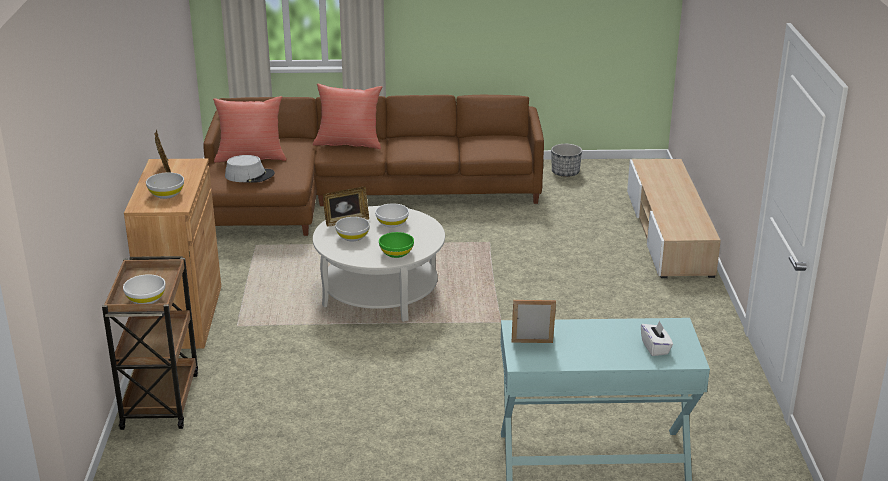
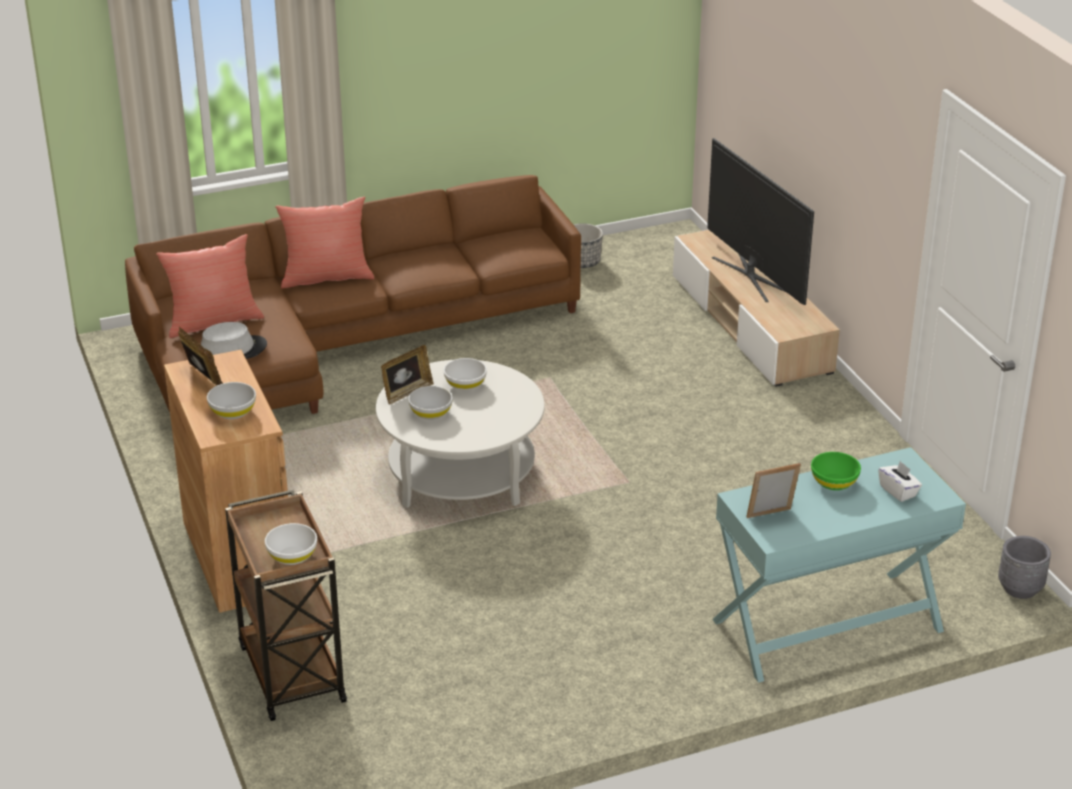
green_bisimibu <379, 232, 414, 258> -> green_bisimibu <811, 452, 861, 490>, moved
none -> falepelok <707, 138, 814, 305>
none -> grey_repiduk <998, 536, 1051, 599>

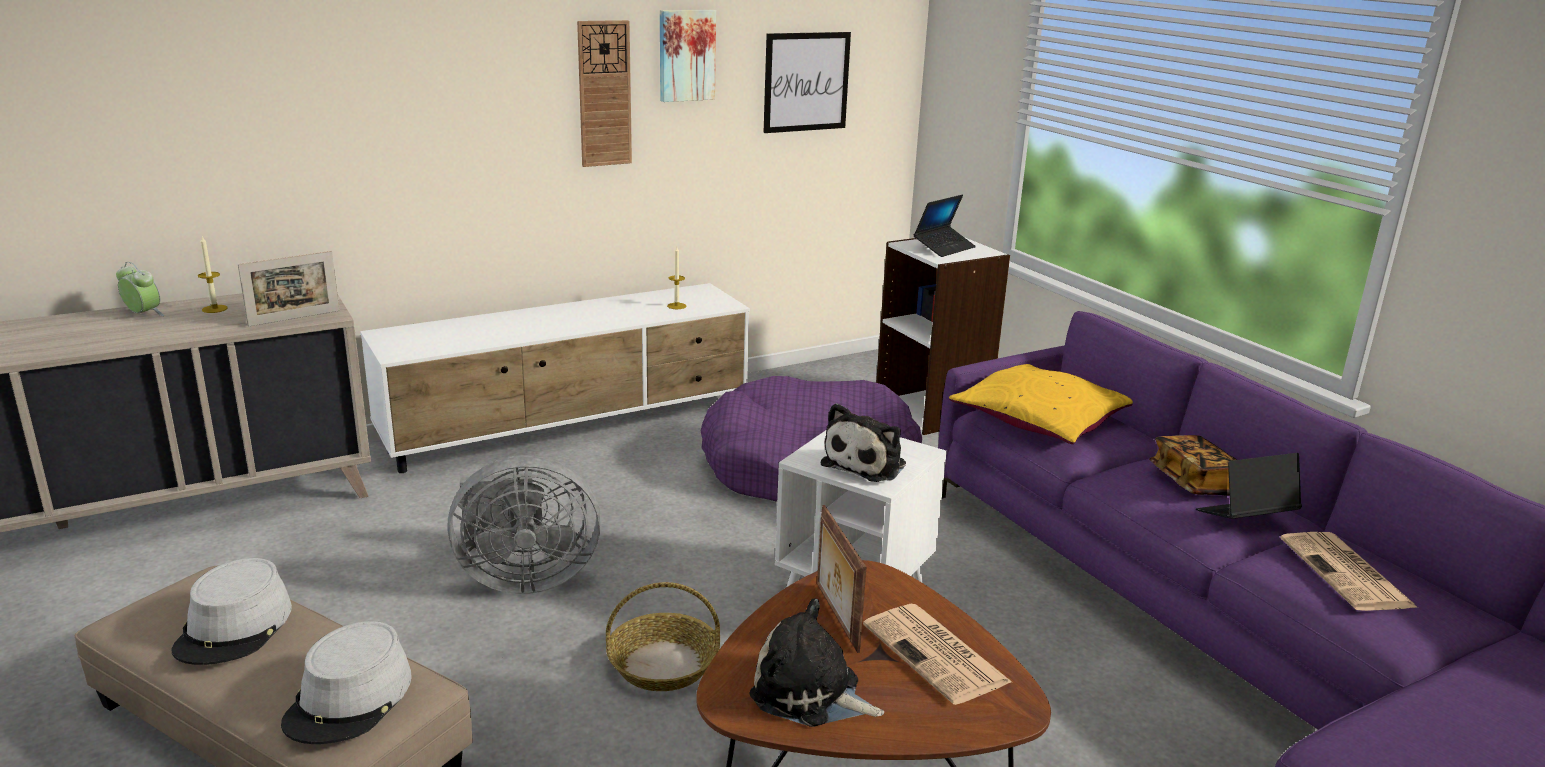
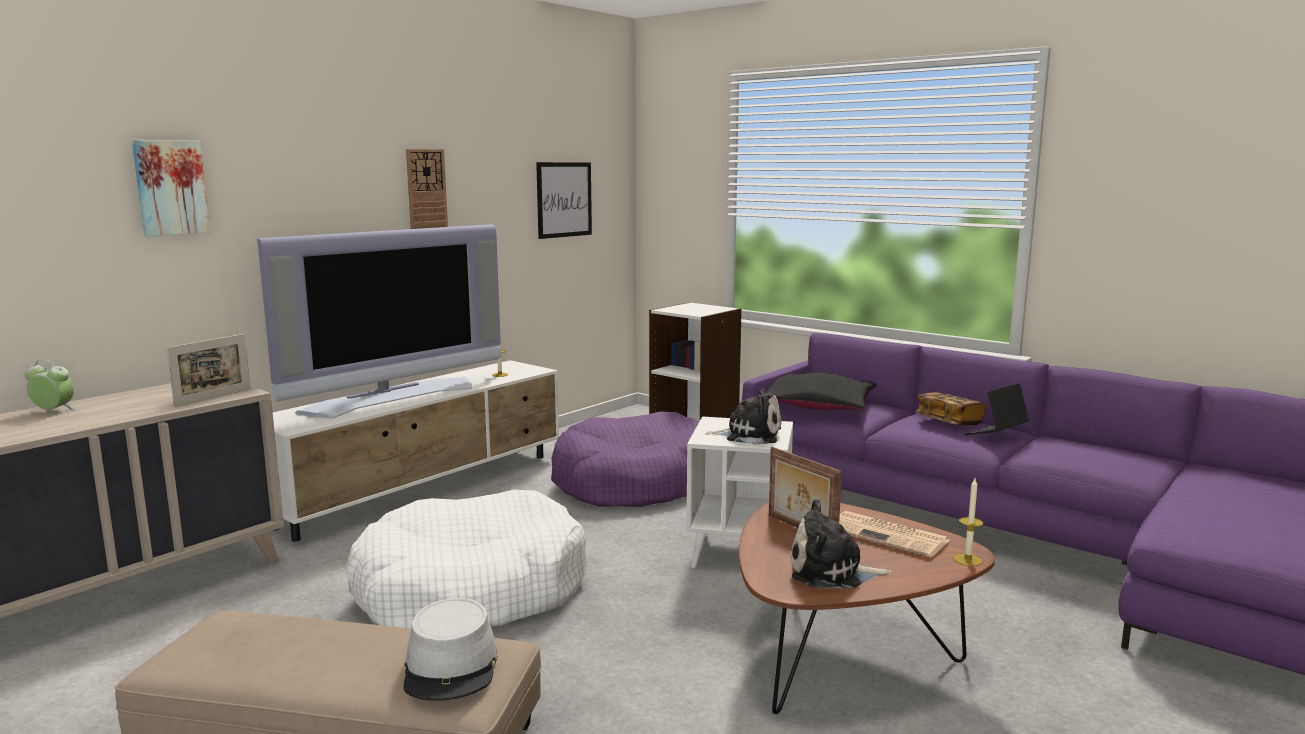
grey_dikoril <172, 558, 292, 665> -> none
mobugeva <198, 236, 228, 313> -> mobugeva <954, 478, 984, 566>, moved
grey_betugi <448, 455, 601, 594> -> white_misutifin <346, 490, 587, 628>
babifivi <606, 582, 720, 691> -> none
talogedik <660, 10, 716, 102> -> talogedik <132, 140, 210, 236>, moved
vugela <821, 403, 906, 482> -> vugela <705, 389, 781, 445>, 90 degrees counterclockwise
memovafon <913, 195, 976, 257> -> none
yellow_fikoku <949, 364, 1133, 444> -> black_fikoku <766, 373, 876, 410>
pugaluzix <1280, 532, 1418, 611> -> none
none -> falepelok <257, 224, 501, 418>

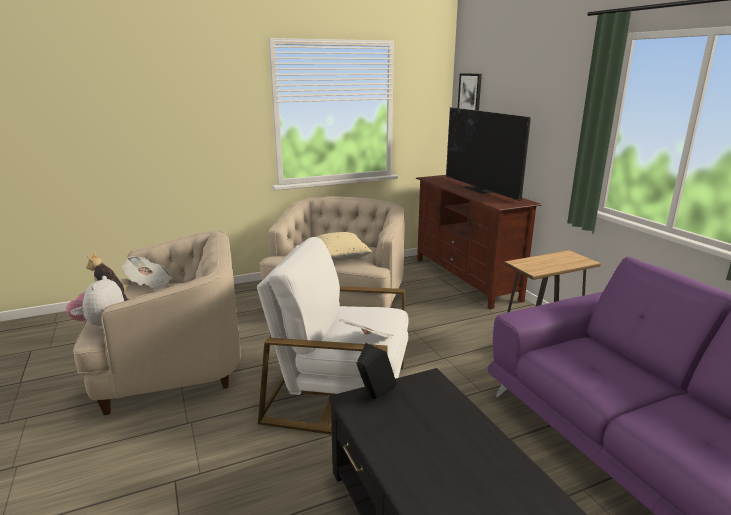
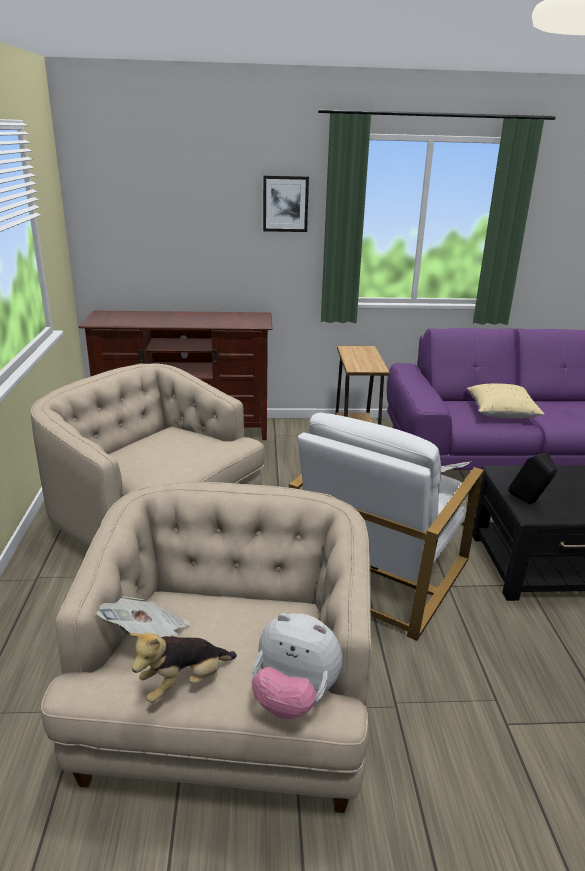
beige_fikoku <316, 232, 372, 261> -> beige_fikoku <467, 384, 544, 418>, moved
falepelok <446, 107, 531, 201> -> none
talogedik <458, 73, 482, 111> -> talogedik <263, 175, 309, 232>, moved

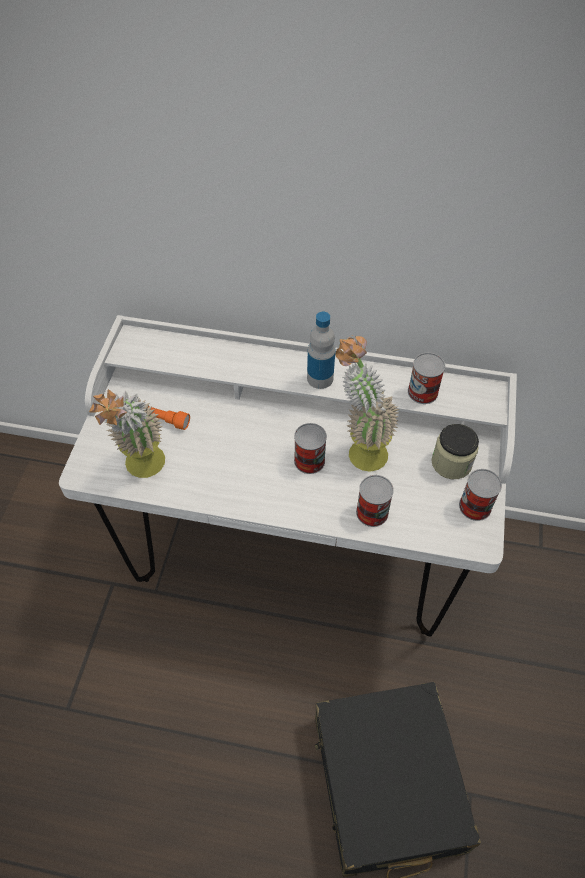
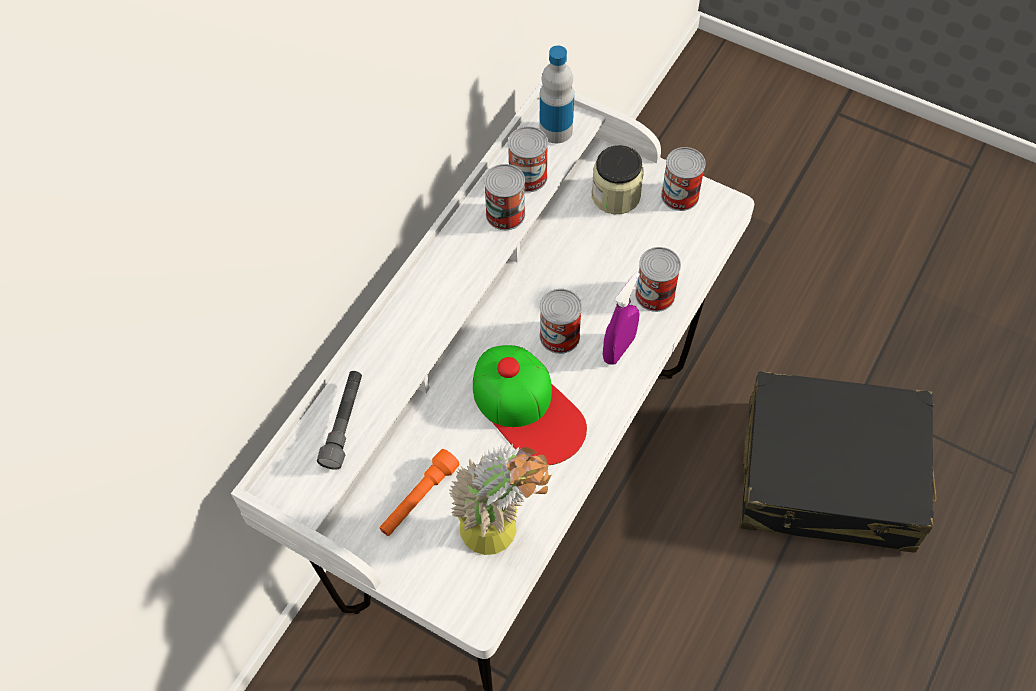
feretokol <307, 312, 335, 389> -> feretokol <540, 45, 574, 144>, moved
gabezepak <336, 335, 400, 472> -> none
none -> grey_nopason <317, 371, 362, 470>
none -> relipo <473, 345, 587, 465>
none -> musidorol <484, 164, 525, 230>
none -> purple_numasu <603, 272, 640, 365>

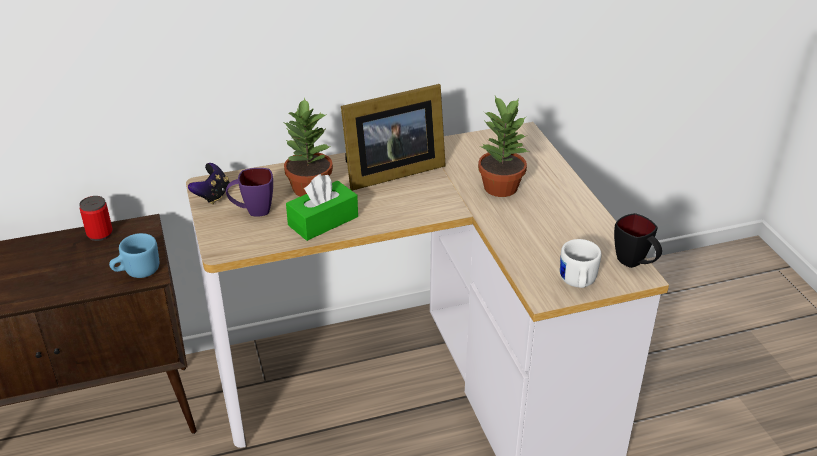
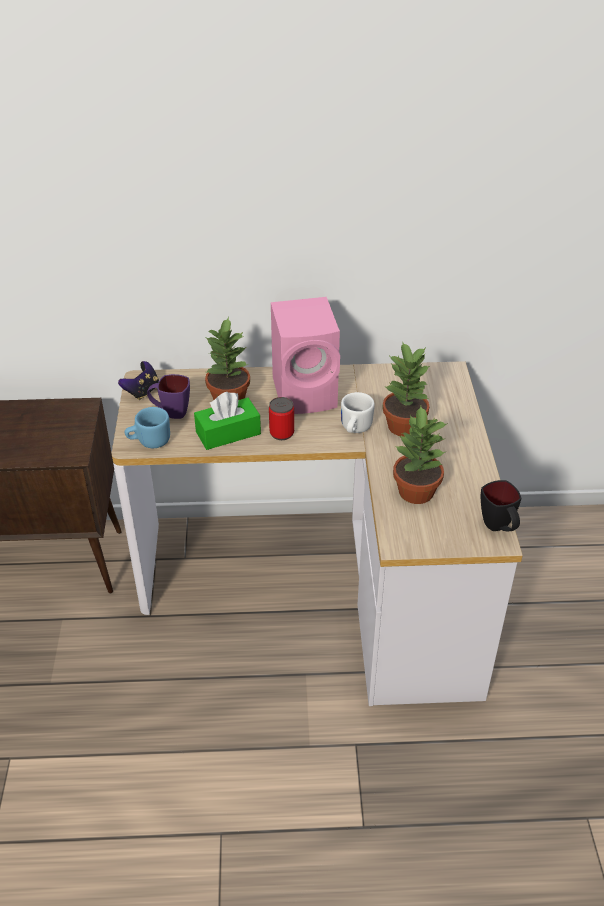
musidorol <79, 196, 113, 241> -> musidorol <269, 397, 294, 440>, moved
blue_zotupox <109, 233, 159, 278> -> blue_zotupox <125, 407, 170, 448>, moved
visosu <341, 84, 446, 191> -> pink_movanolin <271, 297, 340, 414>
white_zotupox <560, 239, 602, 288> -> white_zotupox <341, 392, 375, 433>, moved
none -> gabezepak <393, 406, 448, 504>

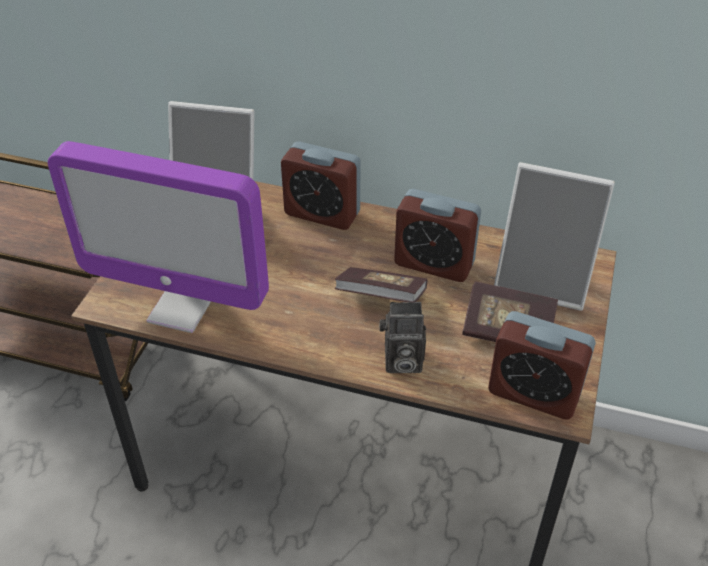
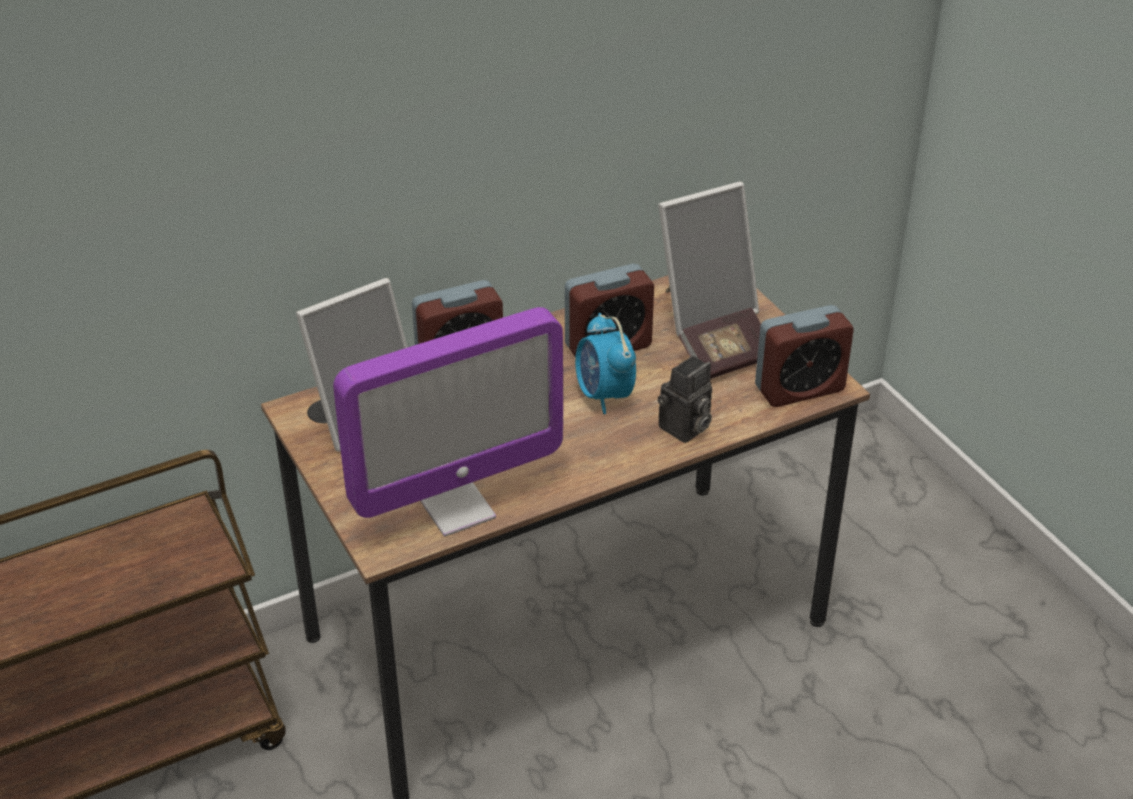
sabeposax <335, 267, 427, 303> -> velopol <575, 313, 636, 414>

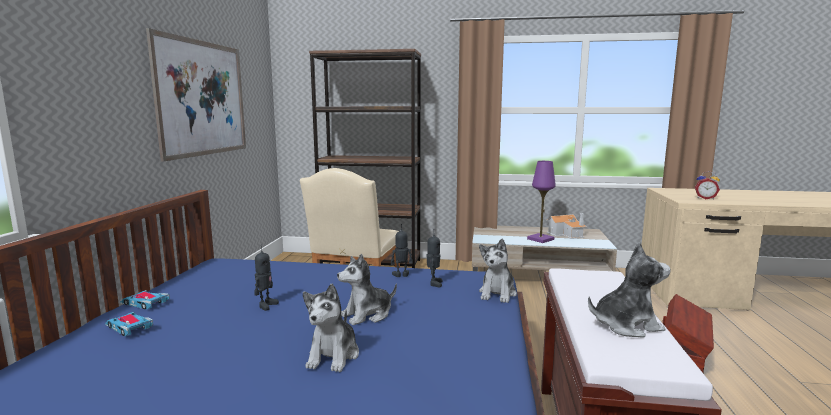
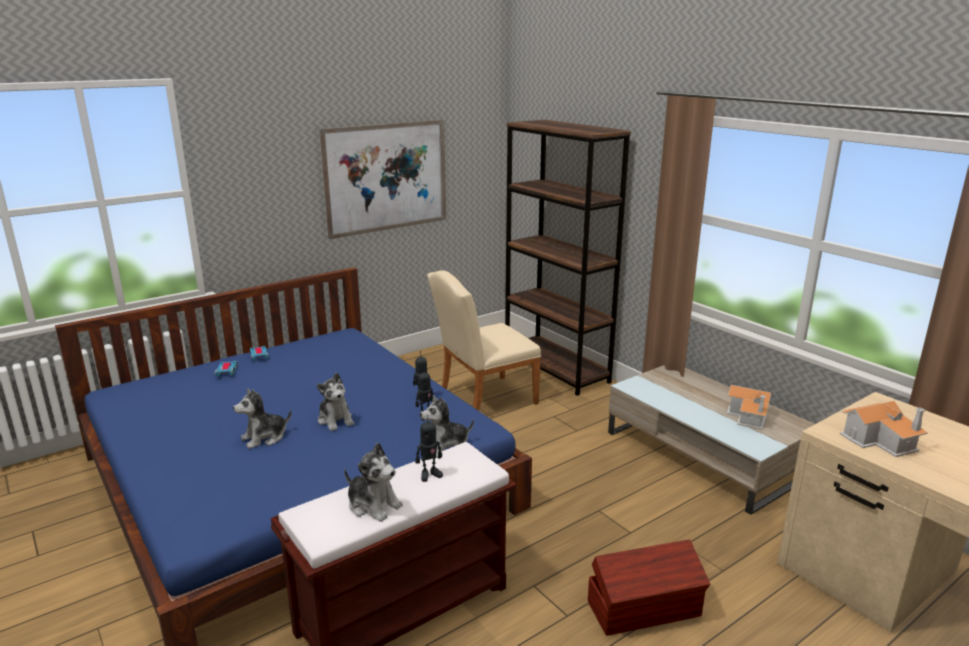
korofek <254, 245, 279, 311> -> korofek <415, 414, 443, 482>, moved
vugela <337, 254, 397, 325> -> vugela <317, 372, 354, 431>, 135 degrees counterclockwise
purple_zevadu <527, 161, 556, 243> -> none
velopol <695, 171, 720, 199> -> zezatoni <840, 401, 928, 457>

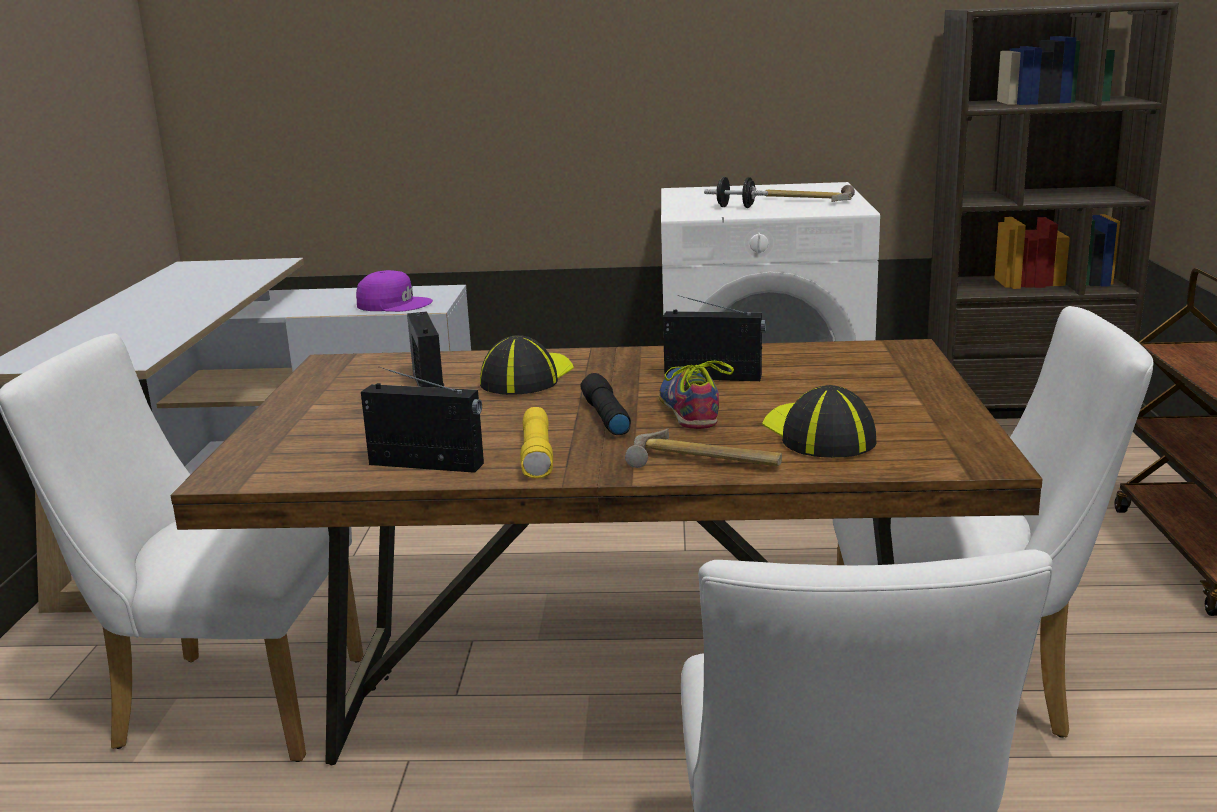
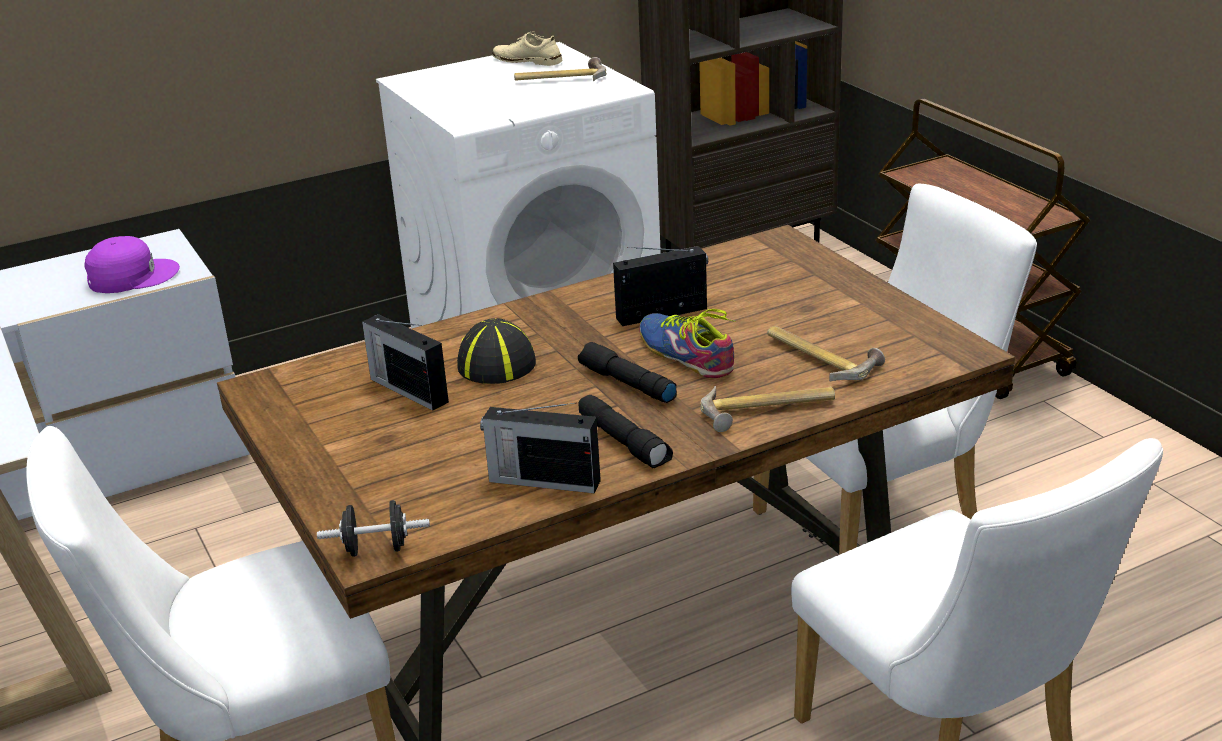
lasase <361, 367, 484, 473> -> lasase <480, 402, 601, 493>, 150 degrees counterclockwise
yellow_nopason <521, 407, 553, 478> -> black_nopason <579, 395, 673, 468>
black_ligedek <704, 177, 768, 208> -> black_ligedek <317, 500, 430, 557>, moved
relipo <762, 385, 876, 458> -> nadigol <767, 326, 885, 381>
none -> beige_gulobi <492, 31, 563, 66>

